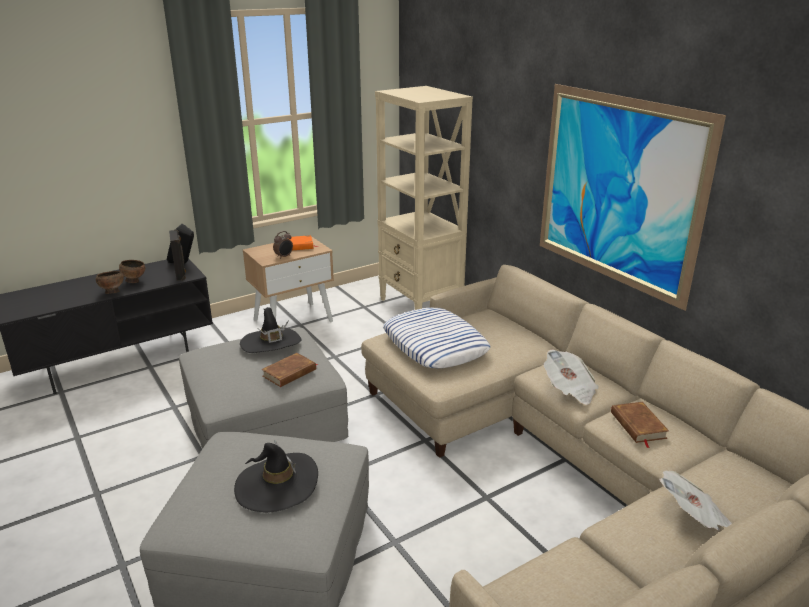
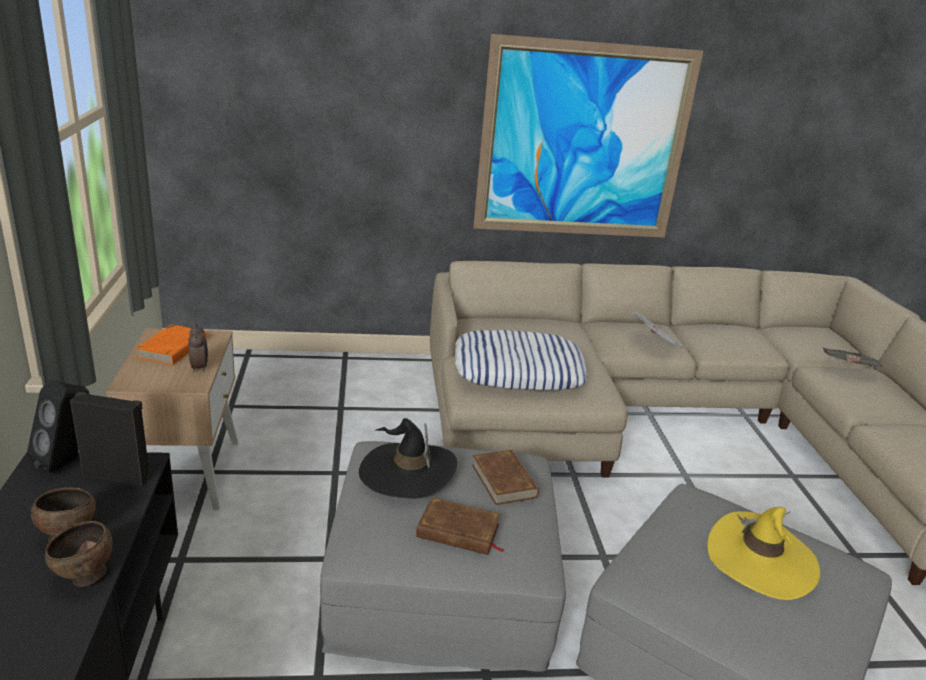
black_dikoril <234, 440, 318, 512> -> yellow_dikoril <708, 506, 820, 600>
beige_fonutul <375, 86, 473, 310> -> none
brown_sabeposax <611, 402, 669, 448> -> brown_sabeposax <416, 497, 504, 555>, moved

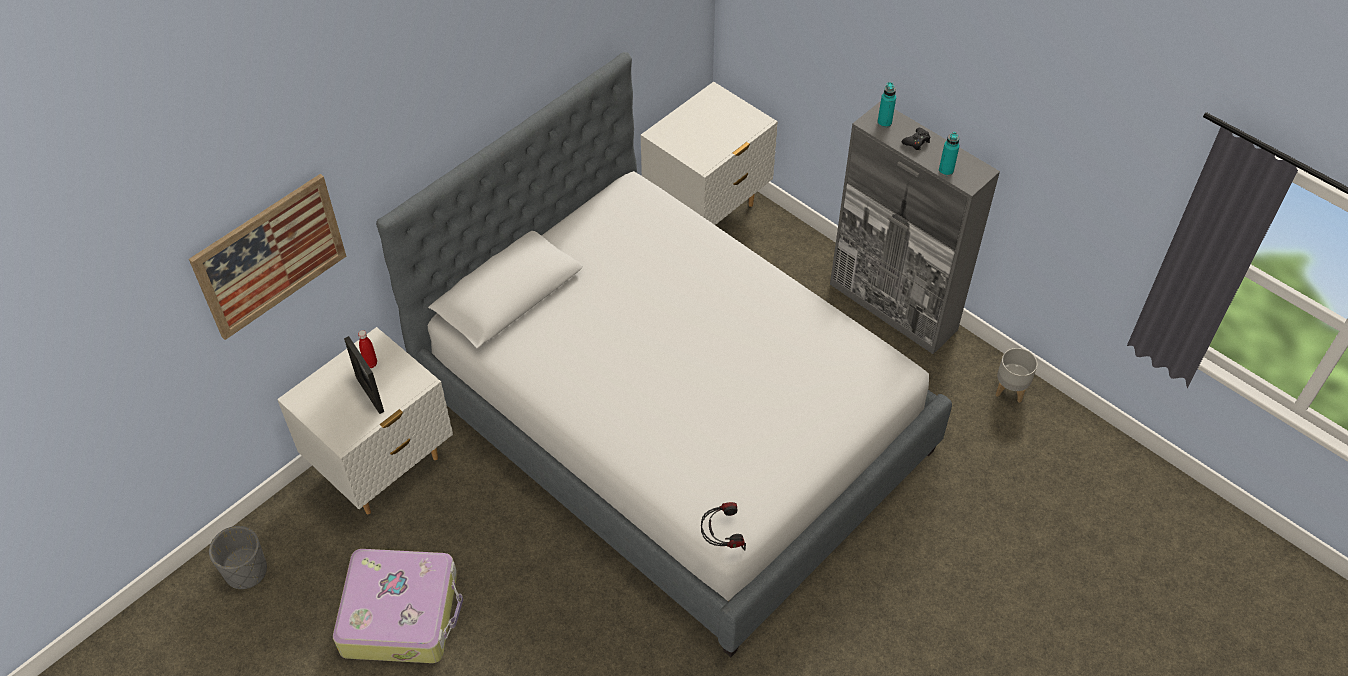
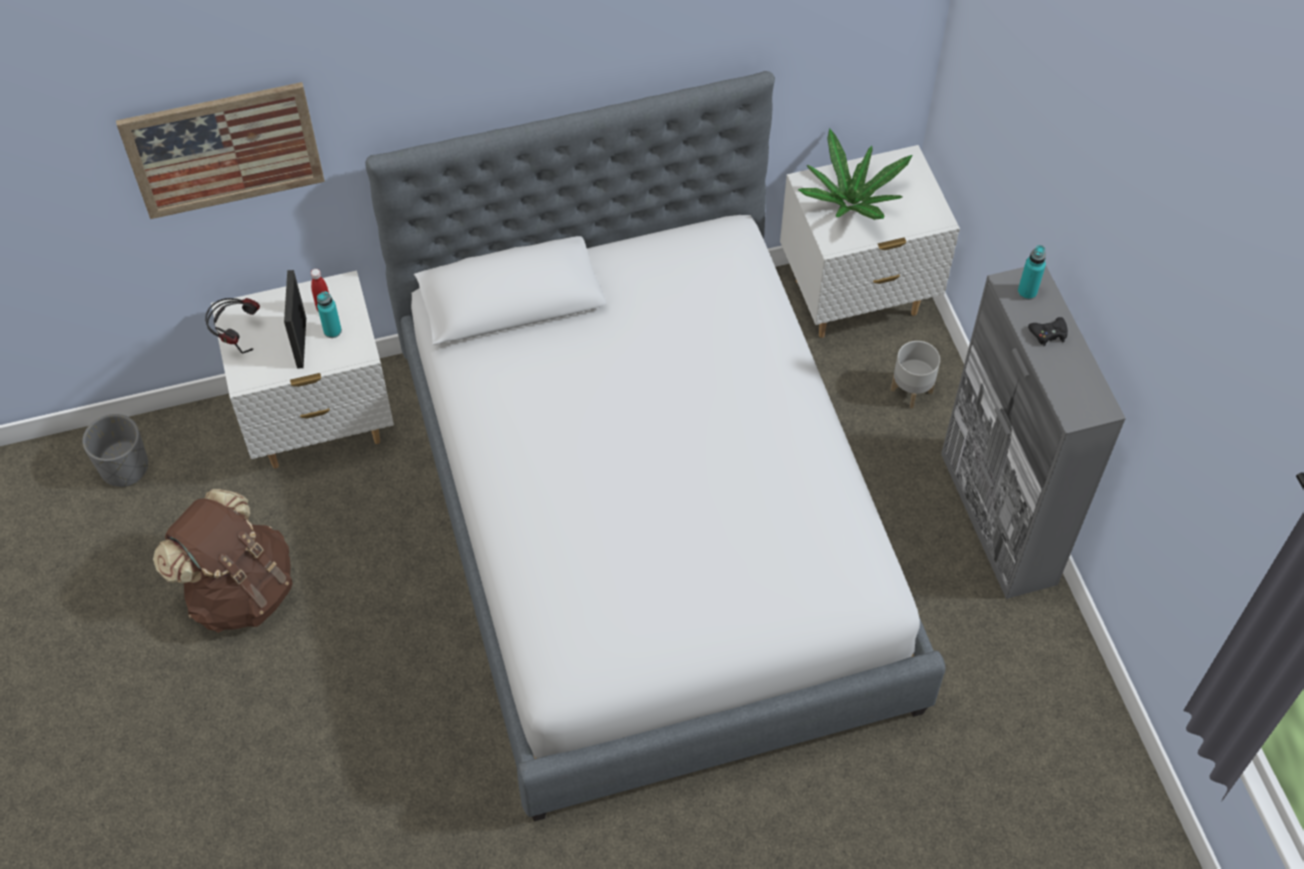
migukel <333, 549, 463, 663> -> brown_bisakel <153, 489, 292, 633>
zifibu <701, 502, 746, 551> -> zifibu <205, 298, 260, 354>, moved
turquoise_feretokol <939, 132, 960, 176> -> turquoise_feretokol <317, 291, 342, 338>, moved
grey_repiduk <996, 348, 1037, 403> -> grey_repiduk <891, 341, 940, 408>, moved
none -> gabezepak <798, 128, 912, 220>

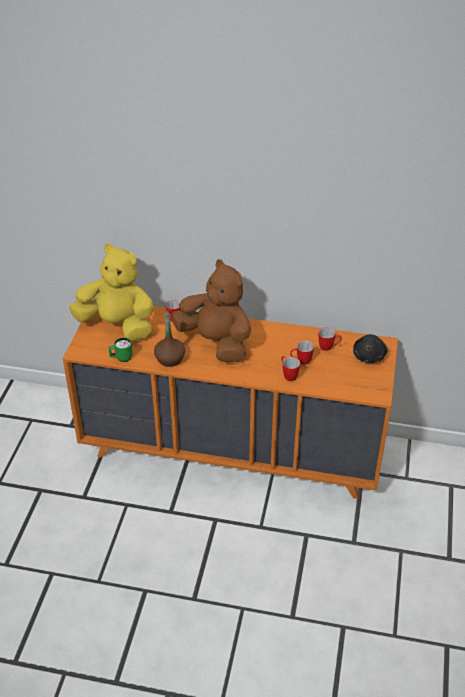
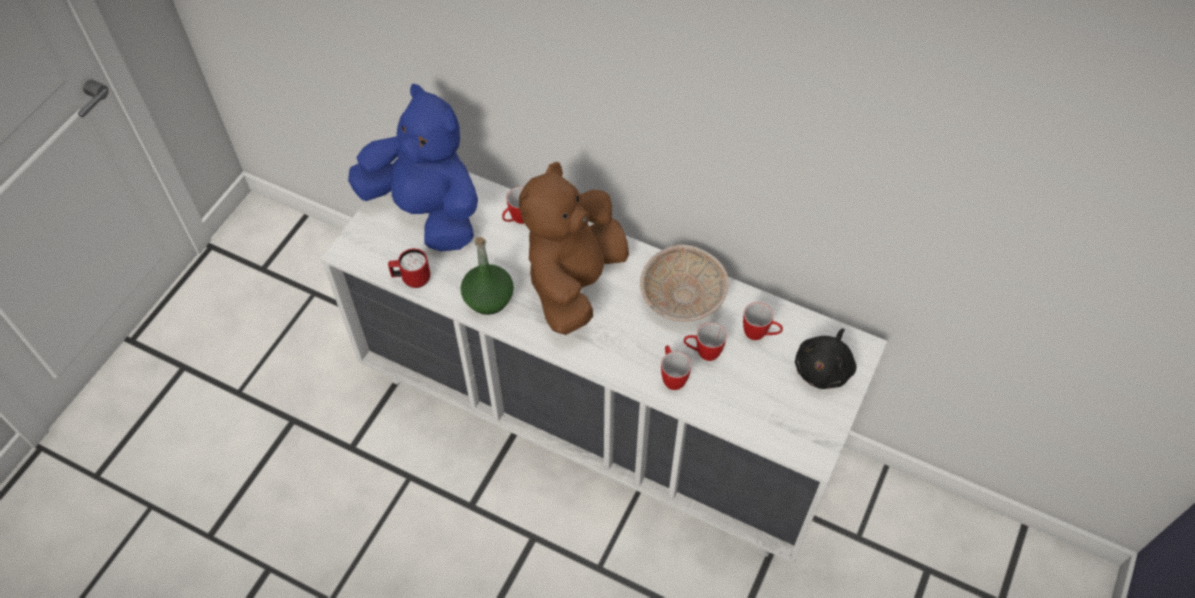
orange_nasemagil <63, 298, 398, 499> -> white_nasemagil <321, 172, 887, 563>
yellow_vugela <69, 244, 154, 341> -> blue_vugela <348, 84, 478, 252>
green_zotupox <108, 337, 133, 362> -> red_zotupox <388, 248, 430, 288>
brown_feretokol <154, 313, 185, 367> -> green_feretokol <461, 237, 514, 315>
brown_vugela <172, 259, 251, 363> -> brown_vugela <519, 162, 629, 335>, 120 degrees counterclockwise
none -> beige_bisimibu <640, 245, 729, 321>

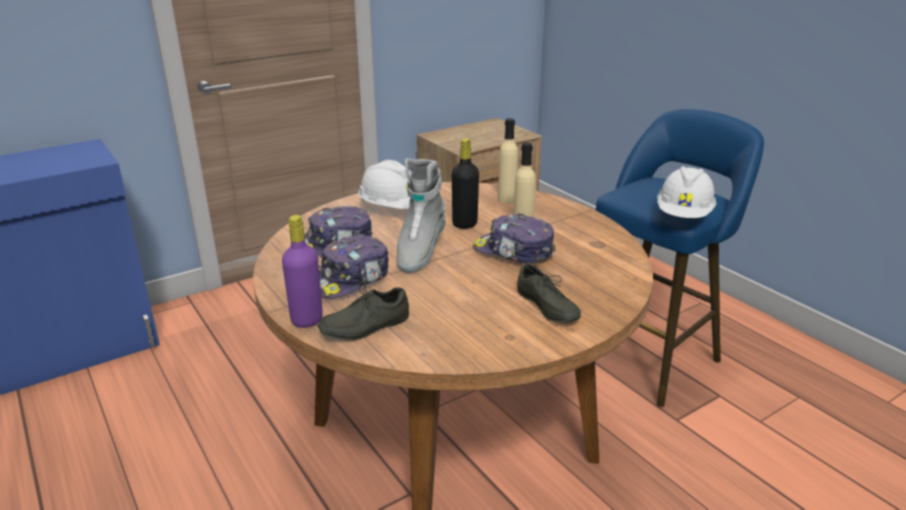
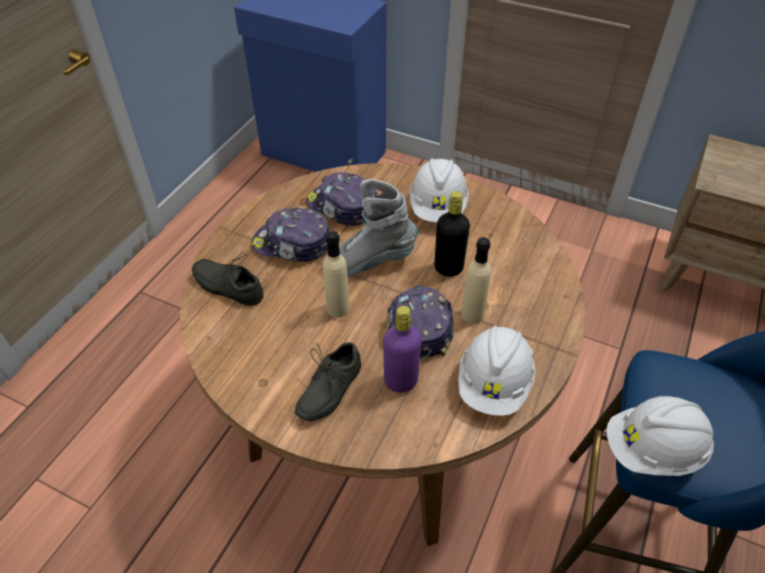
purple_feretokol <282, 215, 323, 328> -> purple_feretokol <383, 306, 422, 393>, moved
beige_feretokol <498, 118, 518, 203> -> beige_feretokol <323, 231, 349, 318>, moved
none -> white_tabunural <458, 325, 536, 416>

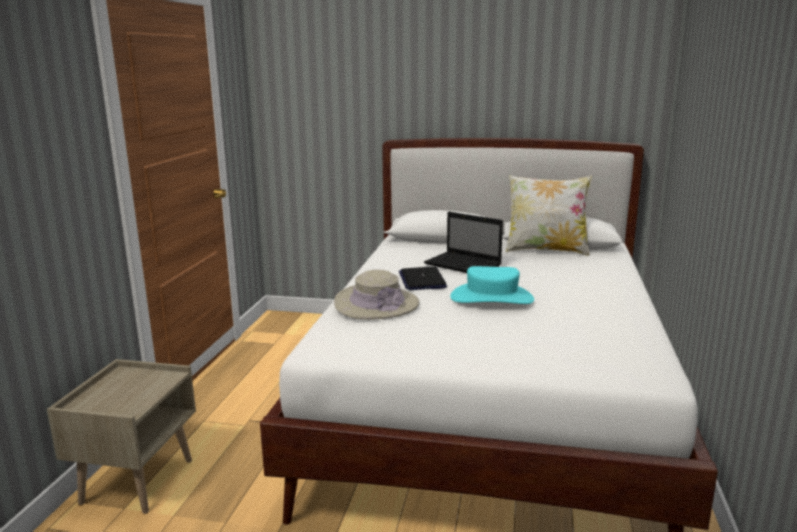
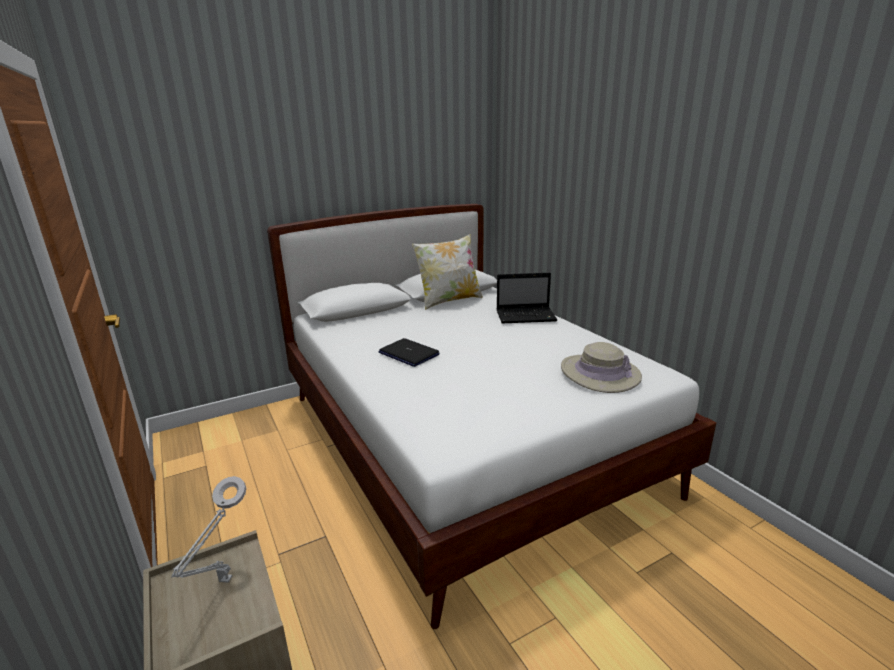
beige_dikoril <334, 270, 419, 320> -> beige_dikoril <561, 342, 642, 393>, moved
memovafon <424, 212, 503, 273> -> memovafon <496, 273, 558, 323>, moved
turquoise_dikoril <450, 266, 534, 304> -> none
none -> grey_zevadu <171, 476, 246, 583>

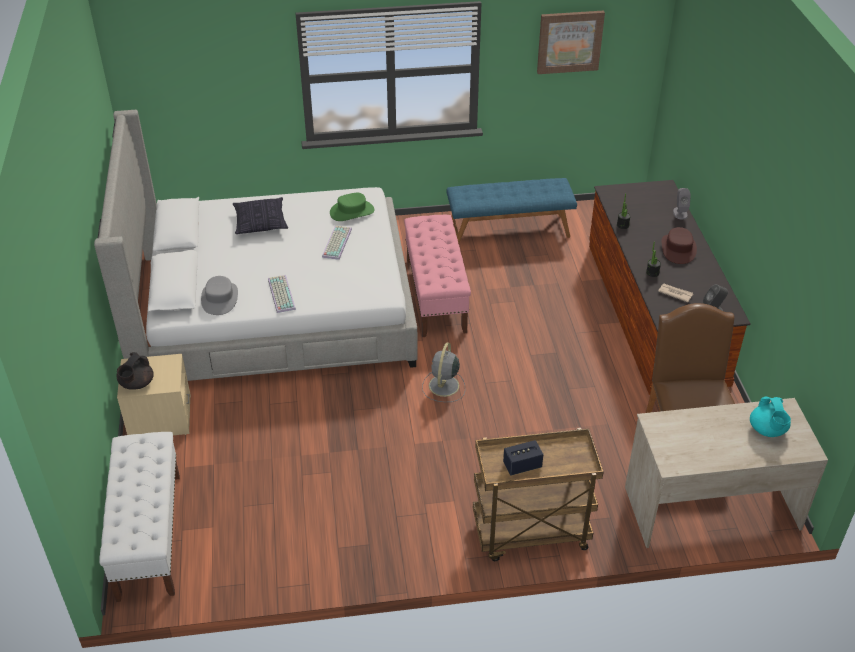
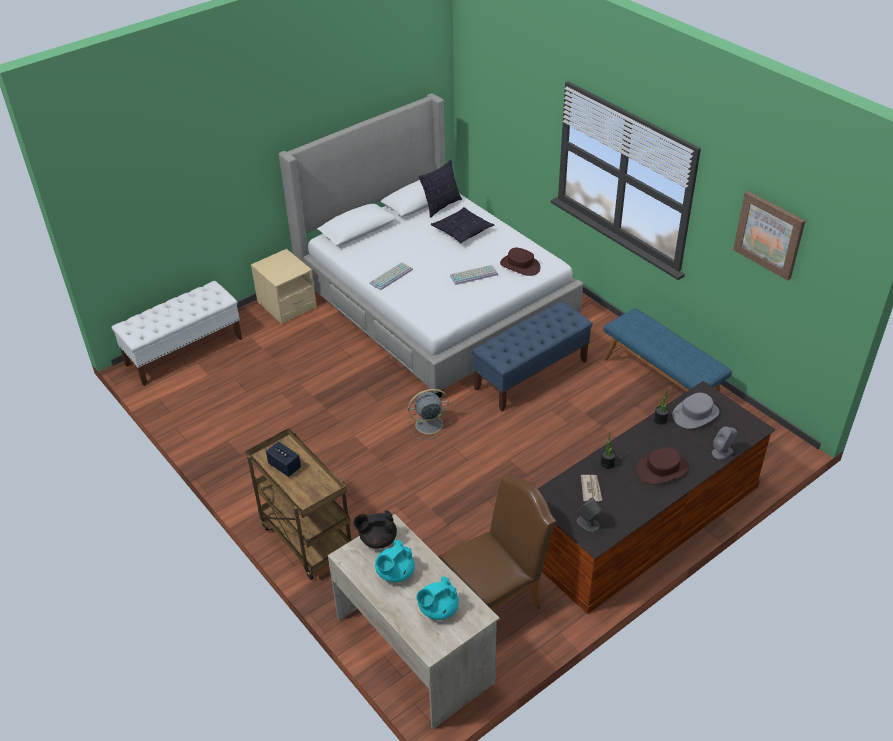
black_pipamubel <116, 352, 154, 390> -> black_pipamubel <354, 510, 397, 548>, moved
grey_dikoril <201, 276, 238, 315> -> grey_dikoril <673, 393, 720, 429>, moved
green_dikoril <330, 193, 375, 221> -> brown_dikoril <500, 248, 541, 276>
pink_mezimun <404, 215, 471, 337> -> blue_mezimun <472, 301, 593, 411>
none -> turquoise_pipamubel <375, 540, 415, 582>
none -> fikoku <419, 160, 462, 218>

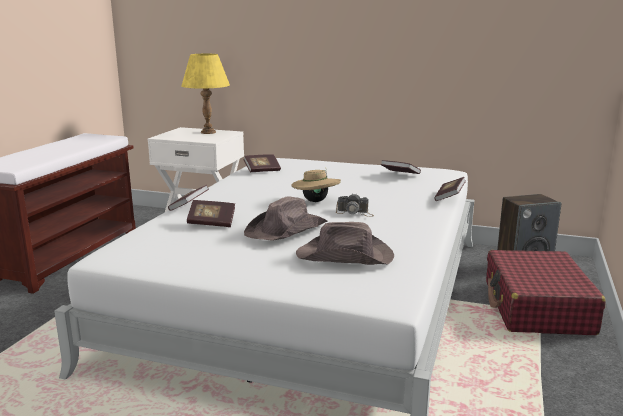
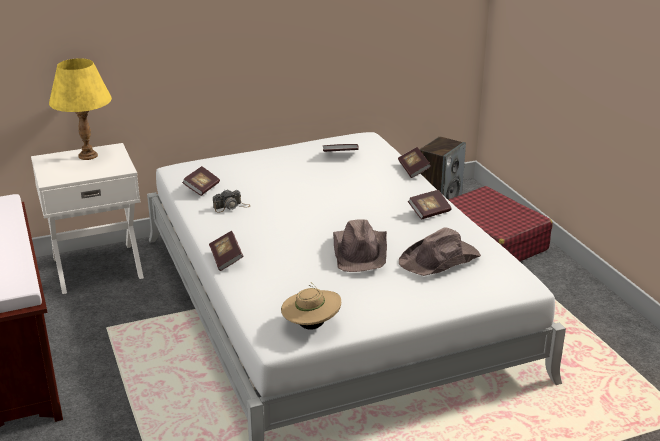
sabeposax <187, 200, 235, 227> -> sabeposax <408, 190, 452, 220>, moved
beige_dikoril <292, 167, 341, 202> -> beige_dikoril <281, 282, 341, 330>, moved
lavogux <336, 194, 374, 217> -> lavogux <213, 190, 251, 212>, moved

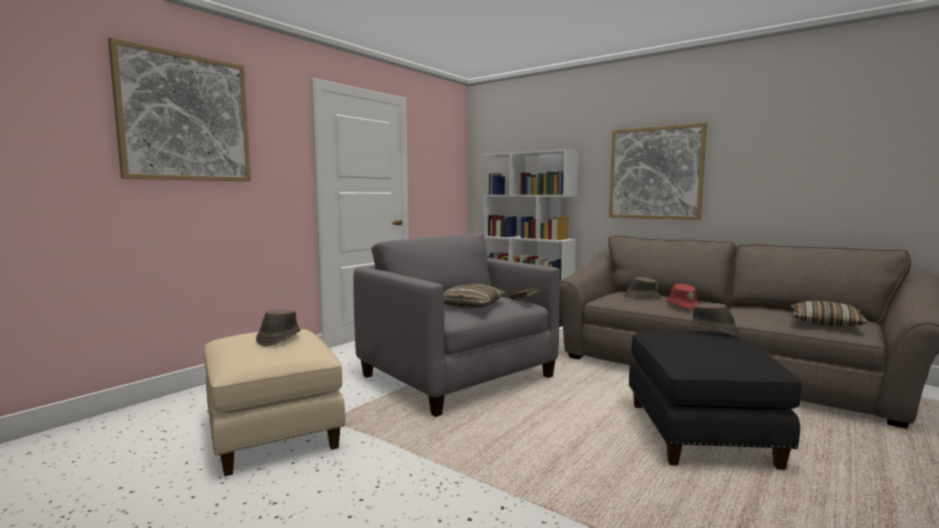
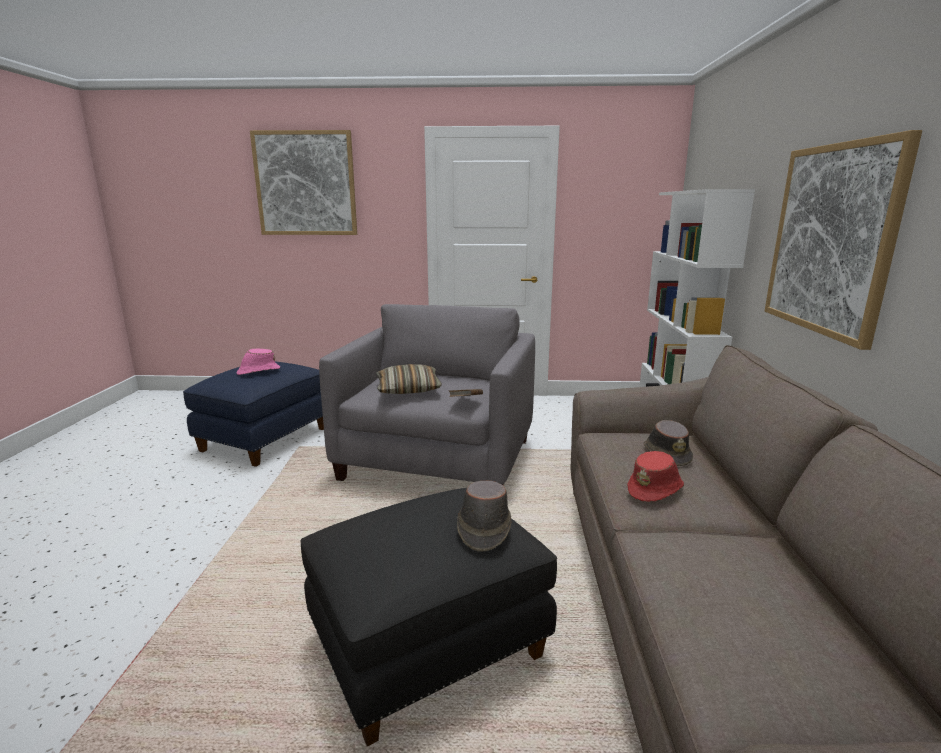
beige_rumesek <204, 329, 345, 476> -> blue_rumesek <183, 362, 324, 467>
brown_dikoril <256, 309, 301, 346> -> pink_dikoril <237, 349, 280, 375>
fikoku <791, 301, 868, 327> -> none

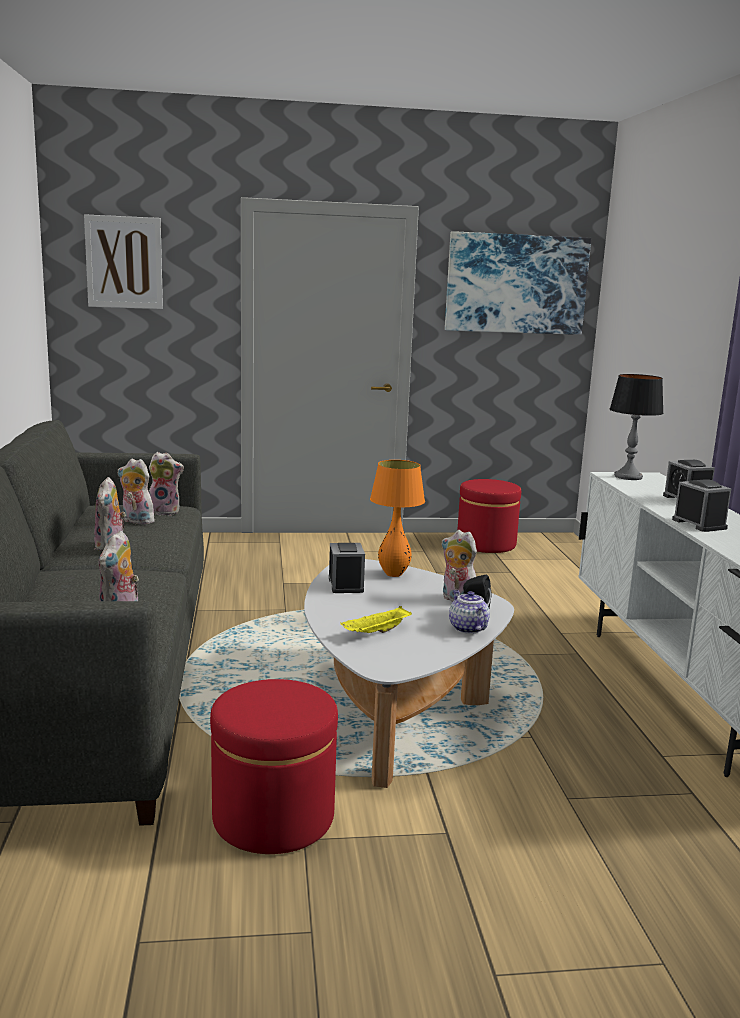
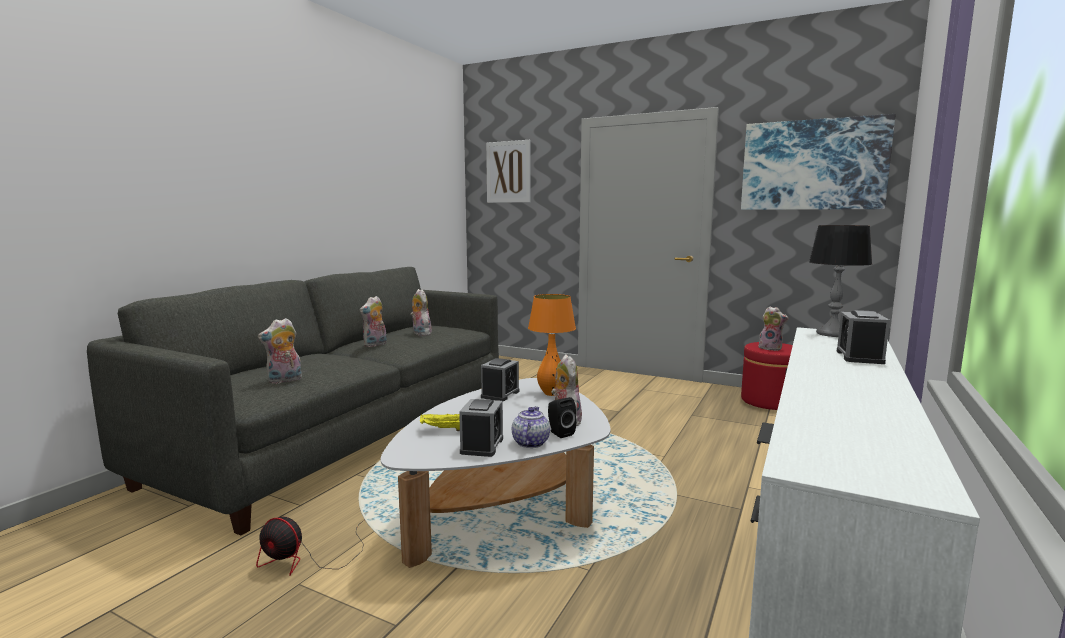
vugela <148, 452, 184, 516> -> vugela <757, 307, 789, 351>, moved
red_rumesek <210, 679, 338, 854> -> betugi <256, 517, 365, 576>
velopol <672, 479, 732, 532> -> velopol <459, 399, 503, 457>, moved

